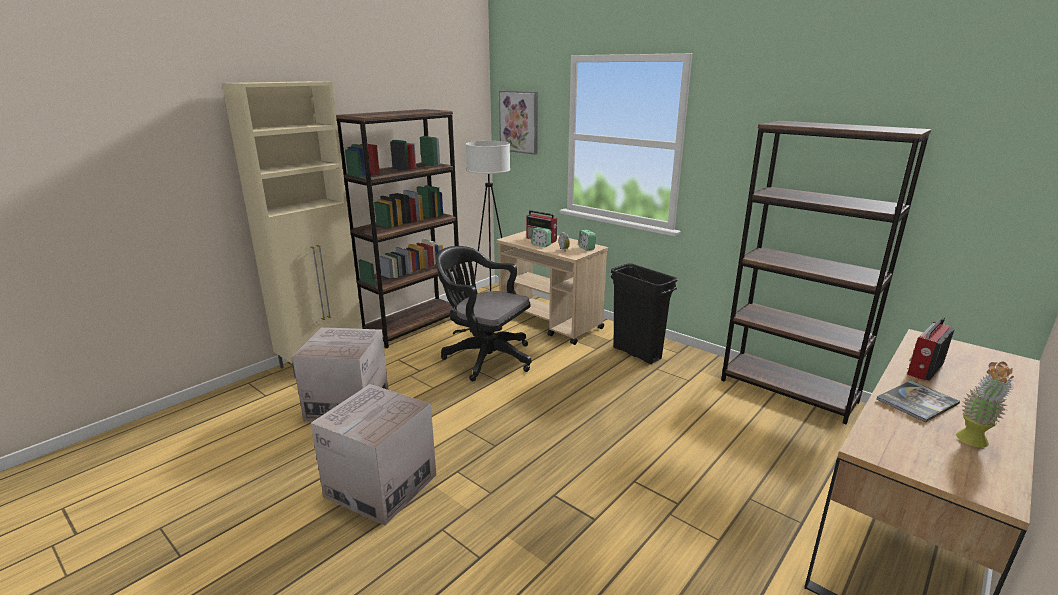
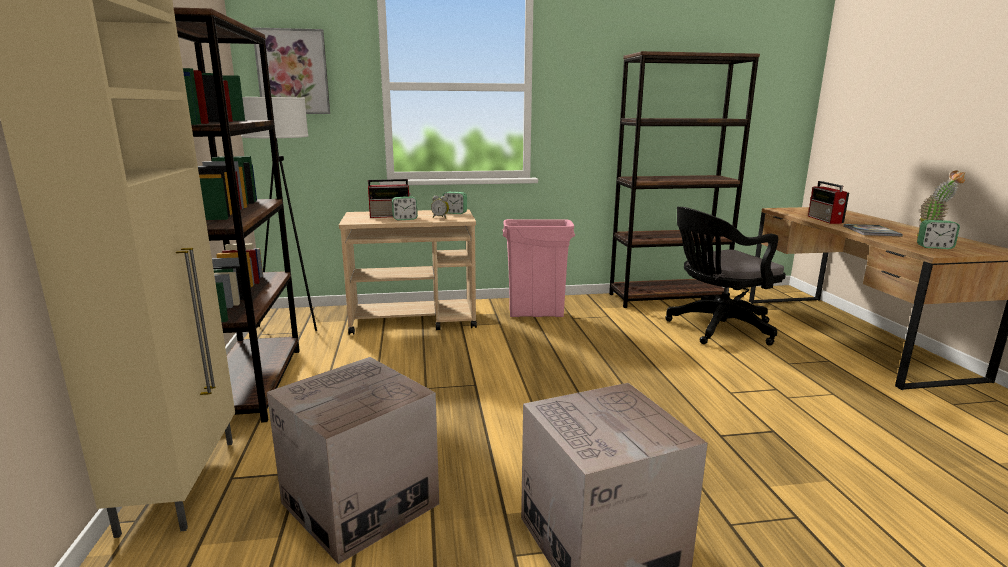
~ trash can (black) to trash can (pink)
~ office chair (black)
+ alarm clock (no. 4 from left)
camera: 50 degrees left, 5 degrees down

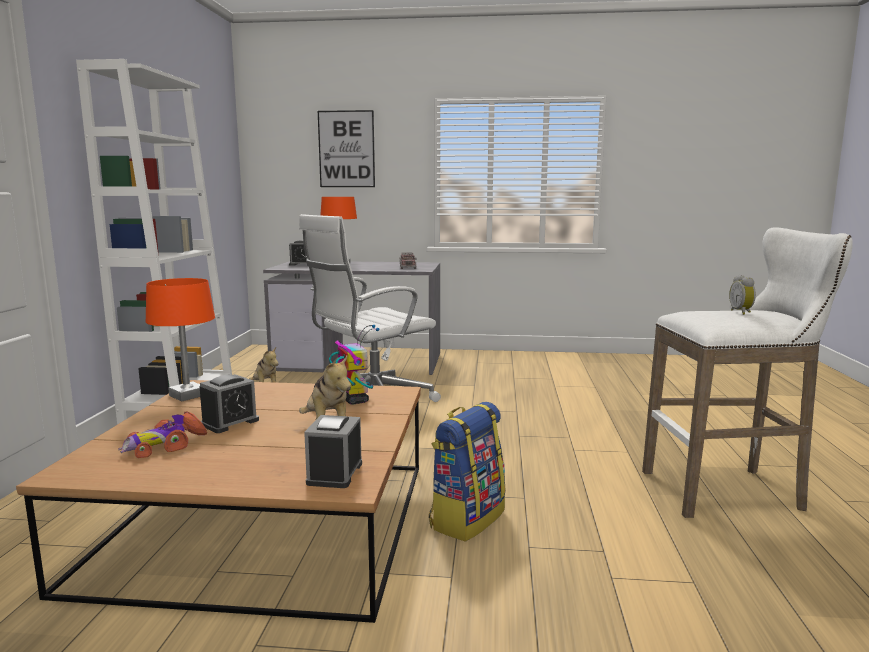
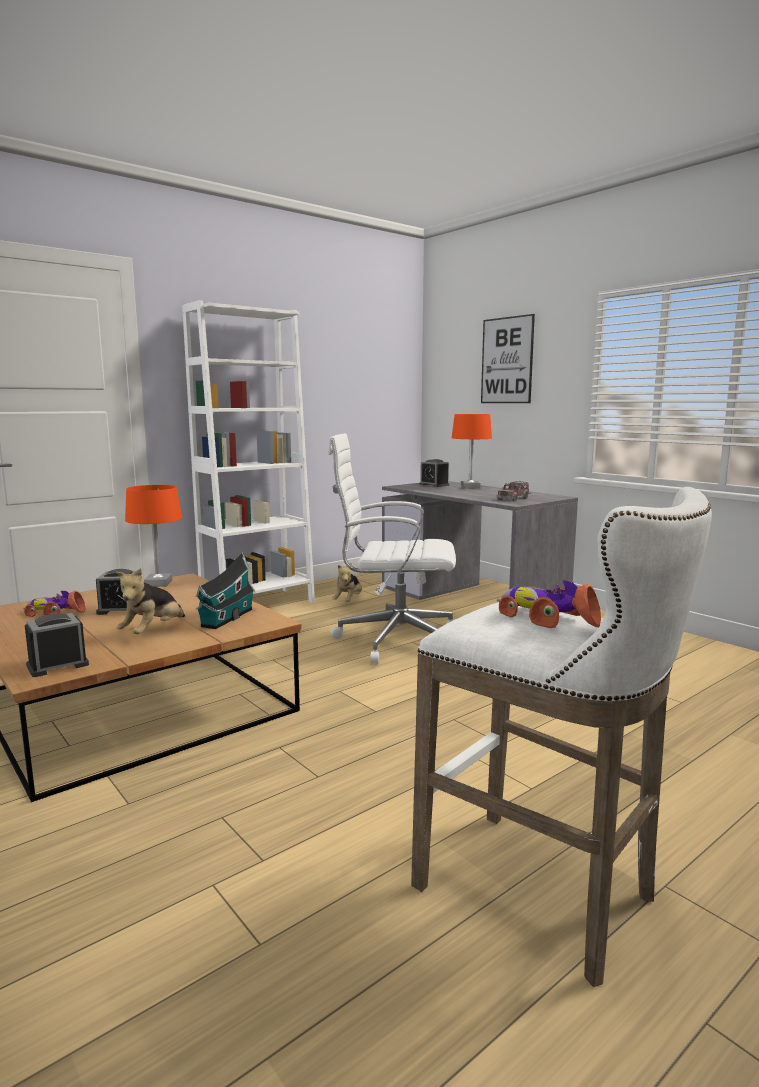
~ toy robot to toy house
~ alarm clock (no. 4 from left) to toy car (no. 2 from left)
- backpack
camera: 45 degrees right, 0 degrees up

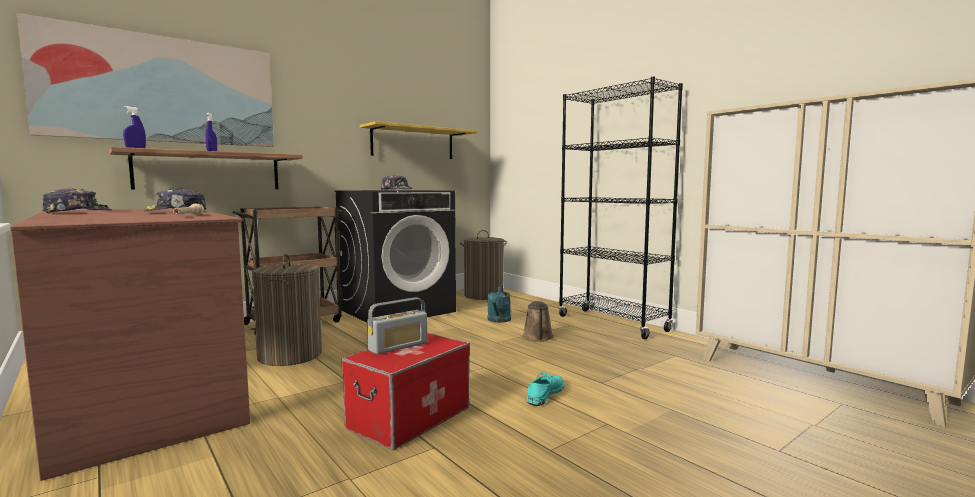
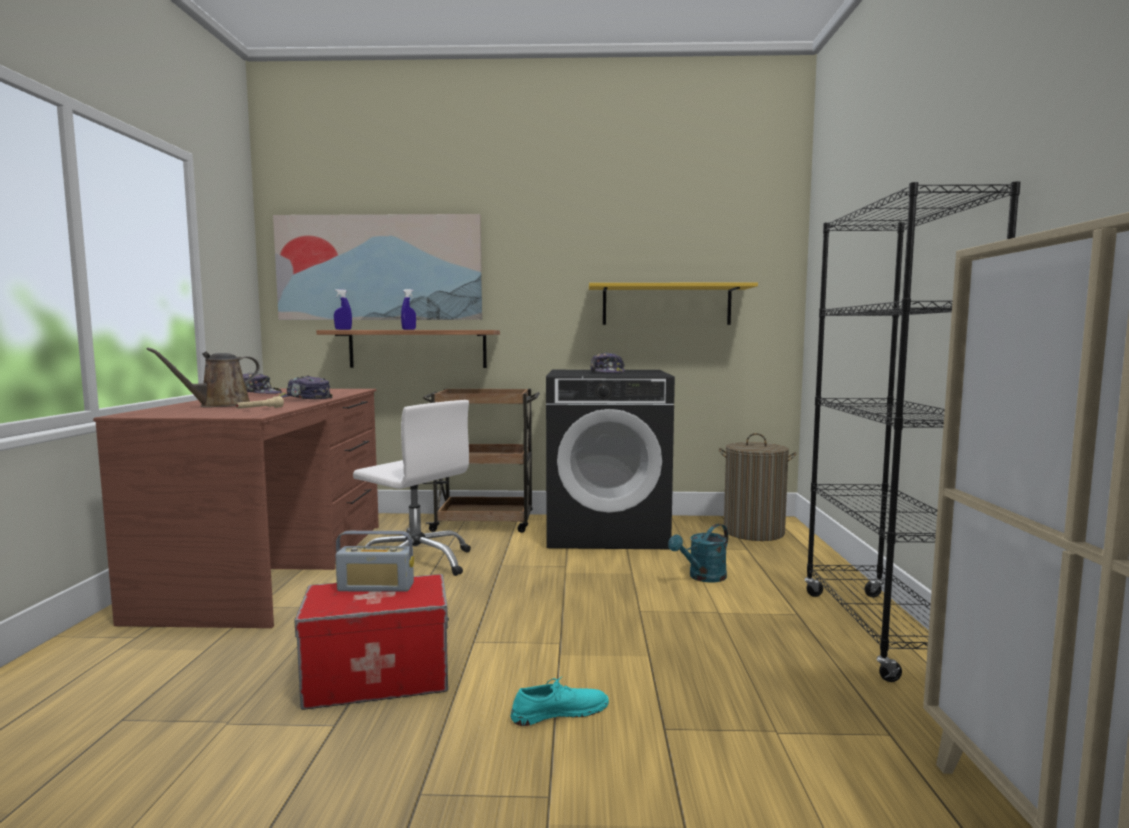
~ watering can (brown)
~ laundry basket (no. 1 from left) to office chair (white)
camera: 40 degrees right, 0 degrees up

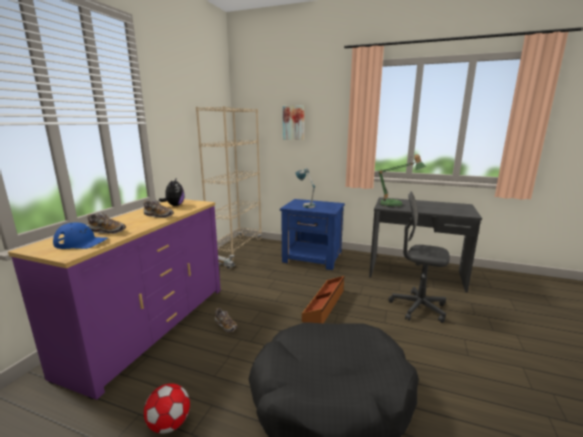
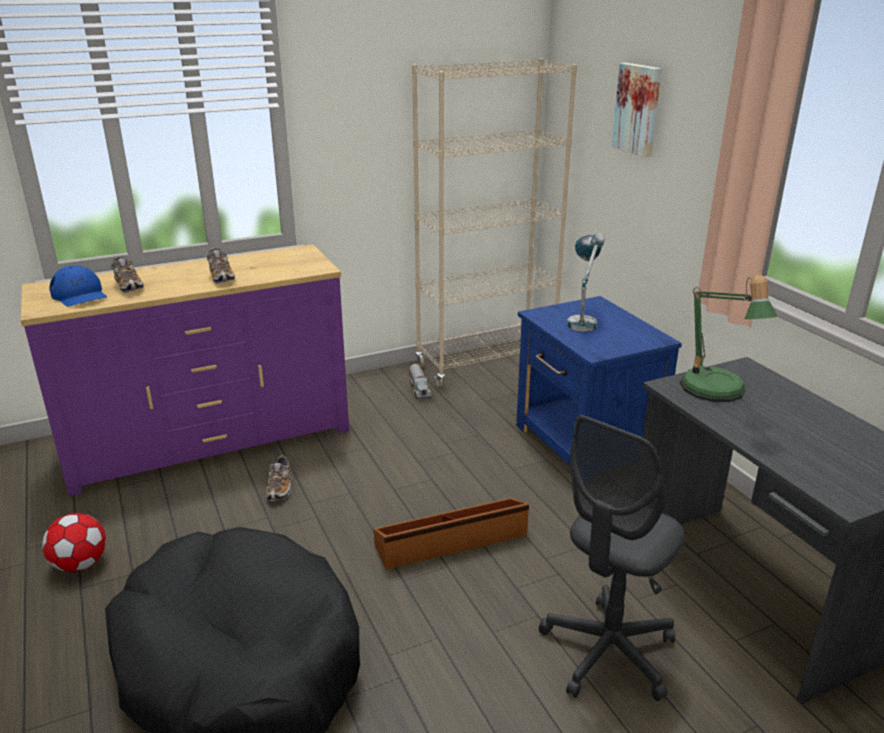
~ office chair (grey) 120 degrees counterclockwise
- plush toy
camera: 45 degrees right, 10 degrees up

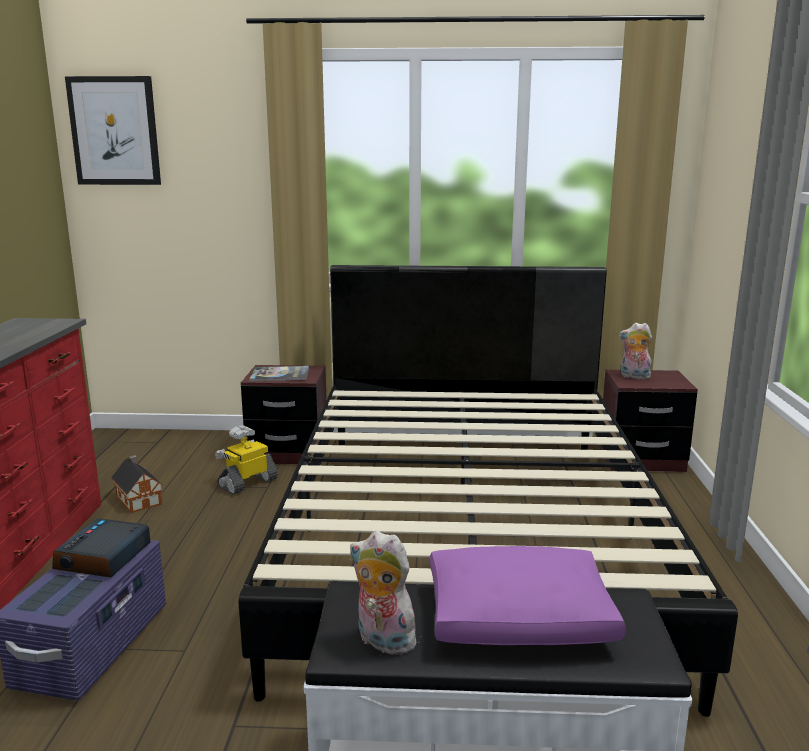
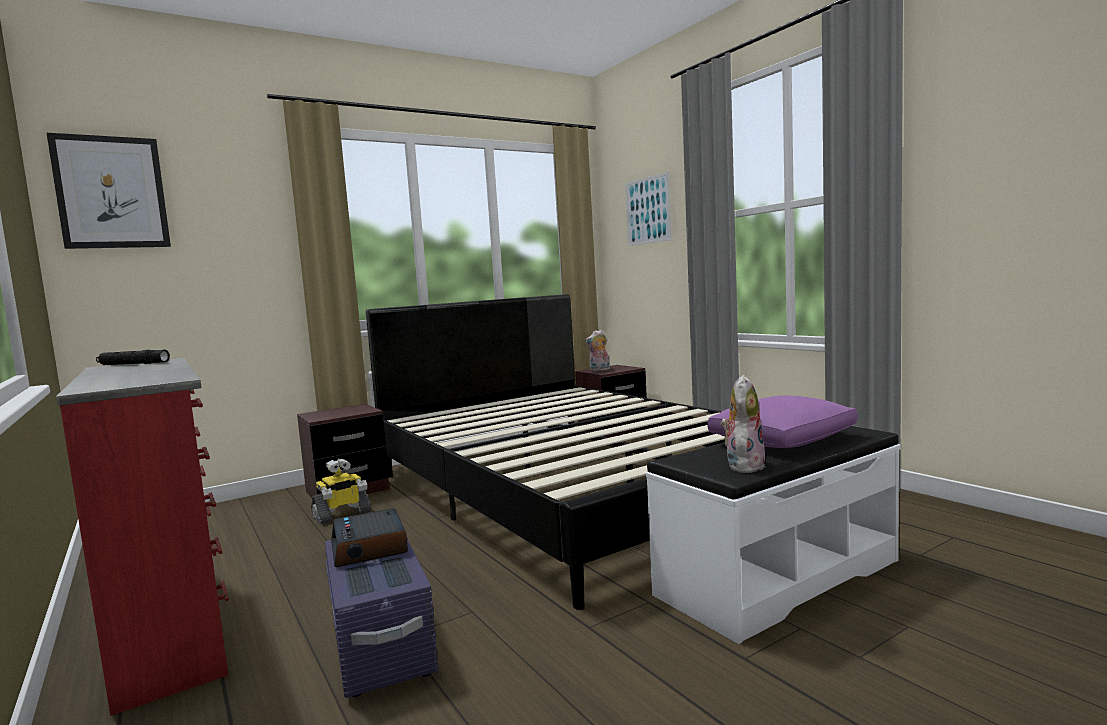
+ flashlight (black)
~ toy robot 135 degrees counterclockwise
+ picture (no. 2 from left)
~ plush toy (no. 1 from left in the first image) 120 degrees clockwise
- toy house
- book
camera: 35 degrees left, 10 degrees down

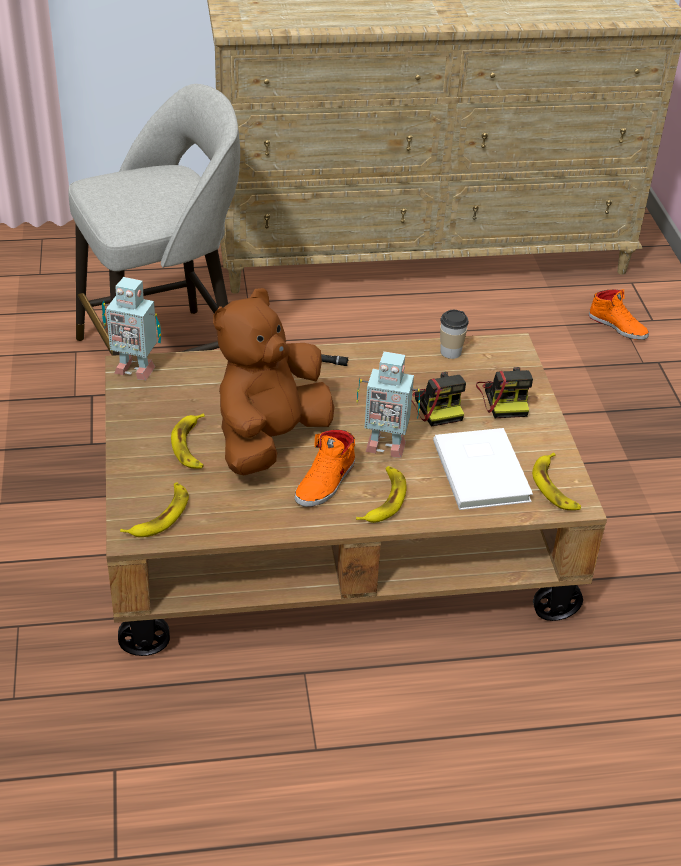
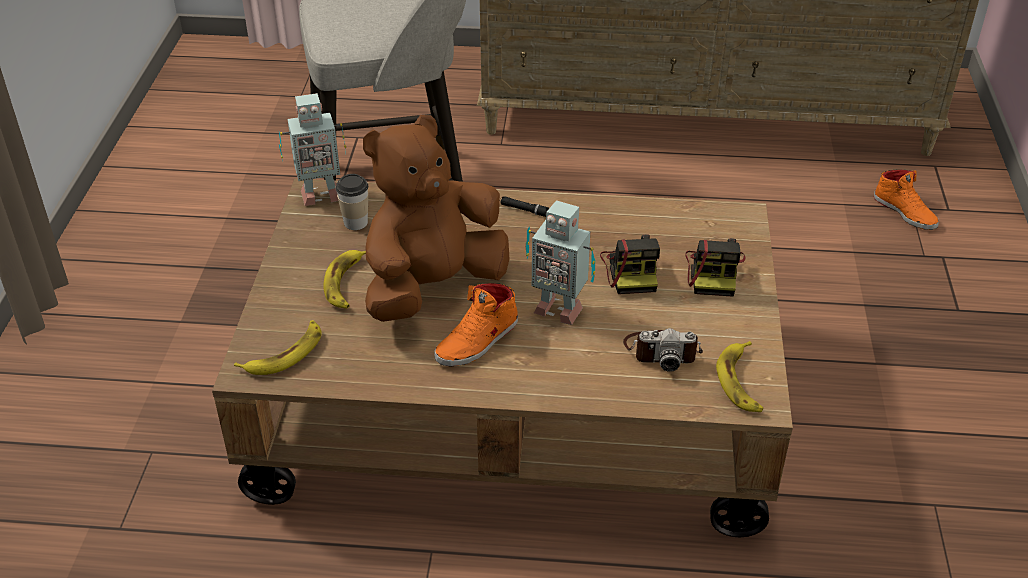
~ toy robot (no. 1 from left) 45 degrees counterclockwise
~ cup
~ book (white) to photo camera (no. 2 from left)
- banana (no. 3 from left)
camera: 15 degrees right, 0 degrees up

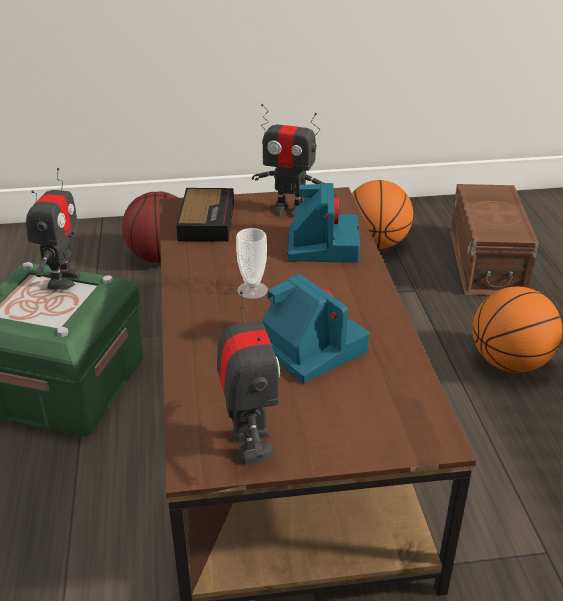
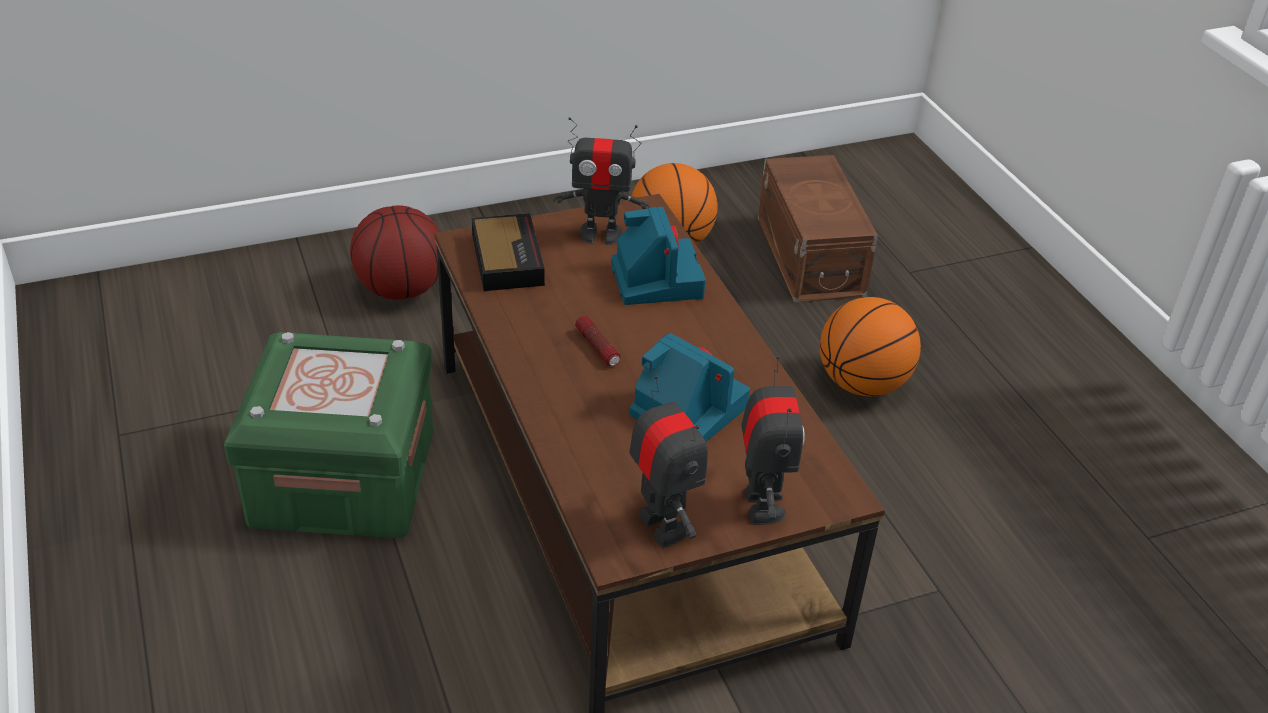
~ cup to flashlight
~ toy robot (no. 1 from left in the first image) to toy robot (no. 3 from left)
camera: 15 degrees left, 5 degrees up

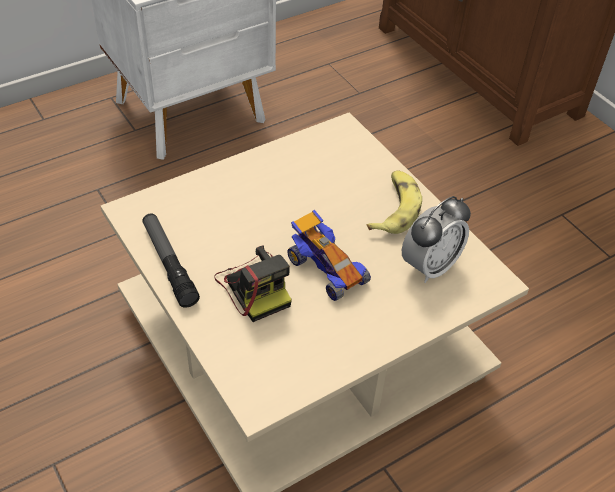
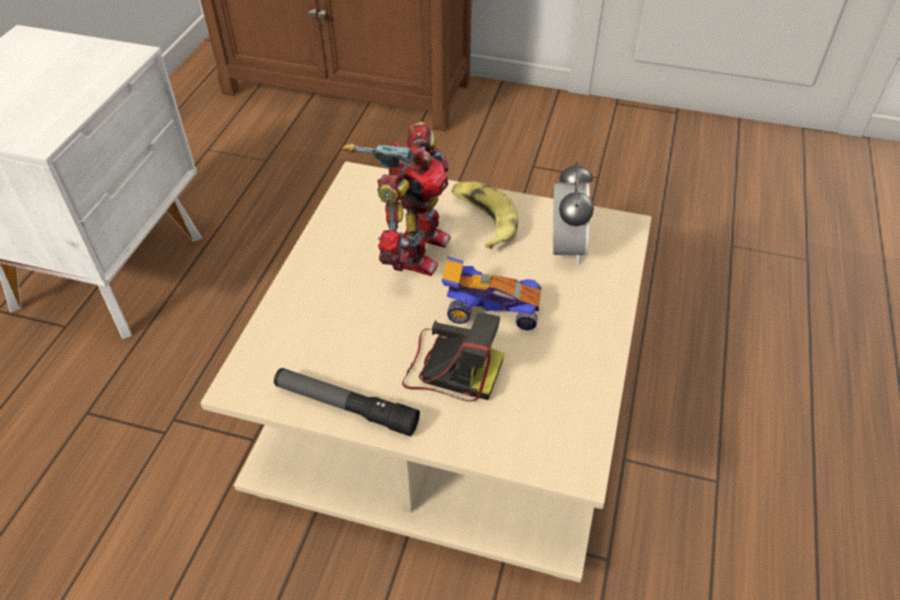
+ toy robot
camera: 40 degrees left, 0 degrees up

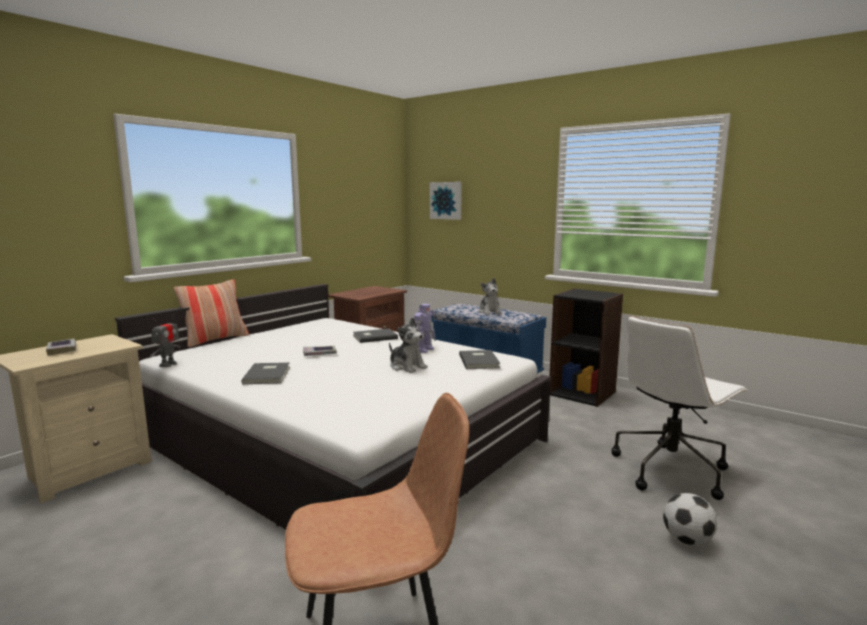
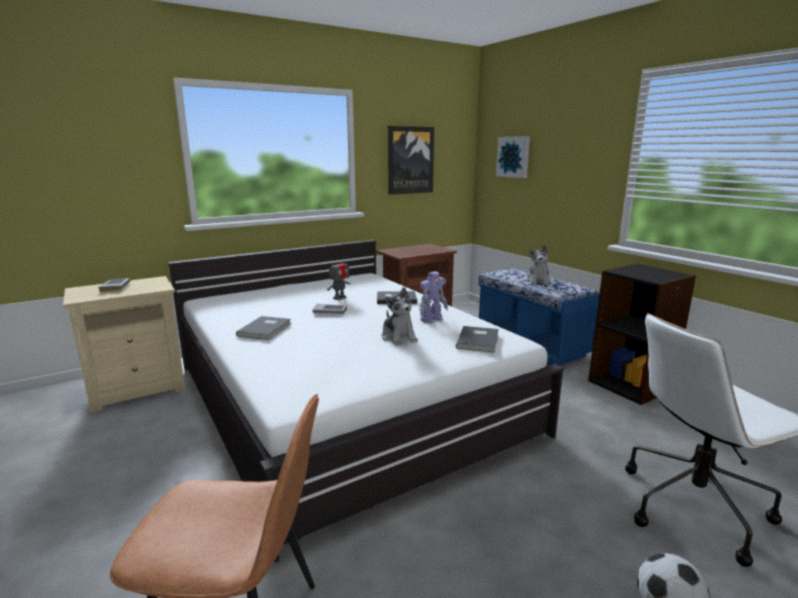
~ toy robot (no. 1 from left)
+ picture (no. 1 from left)
- pillow
camera: 20 degrees right, 5 degrees up

